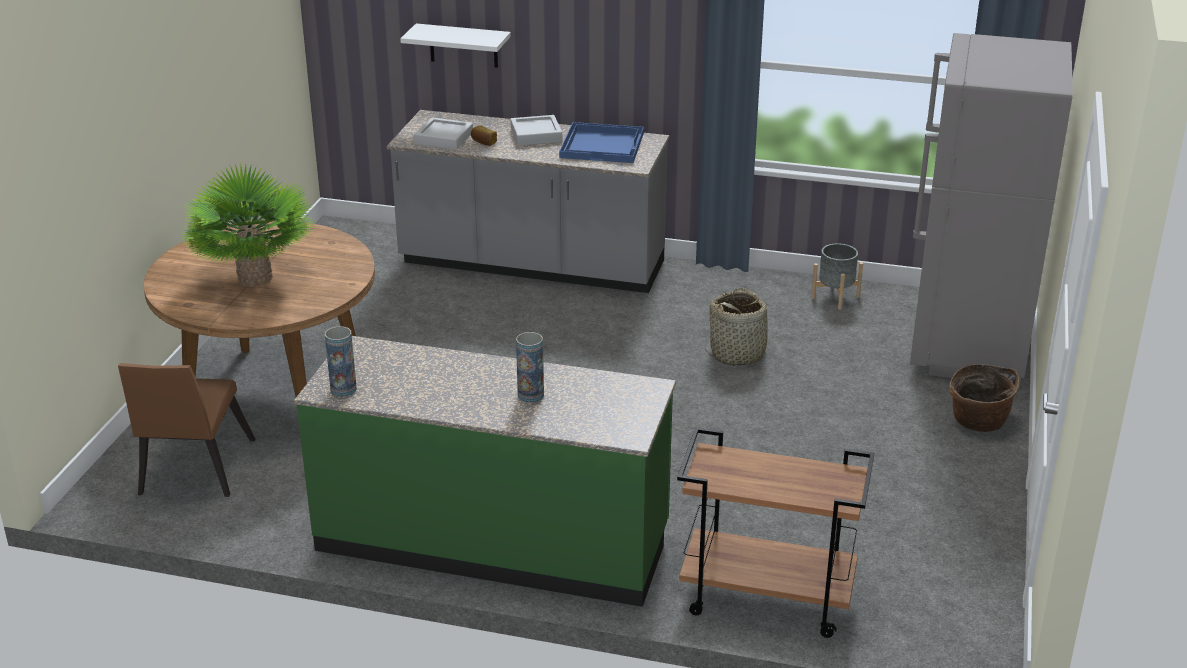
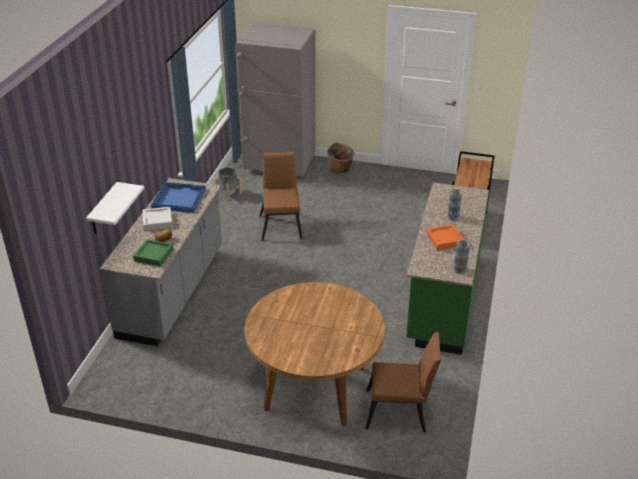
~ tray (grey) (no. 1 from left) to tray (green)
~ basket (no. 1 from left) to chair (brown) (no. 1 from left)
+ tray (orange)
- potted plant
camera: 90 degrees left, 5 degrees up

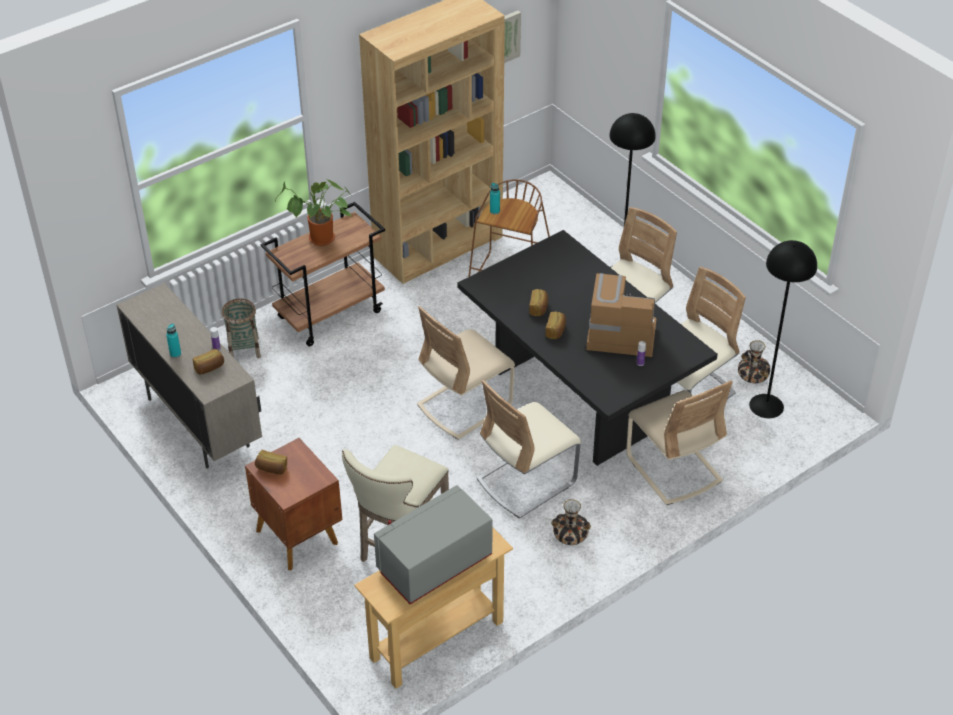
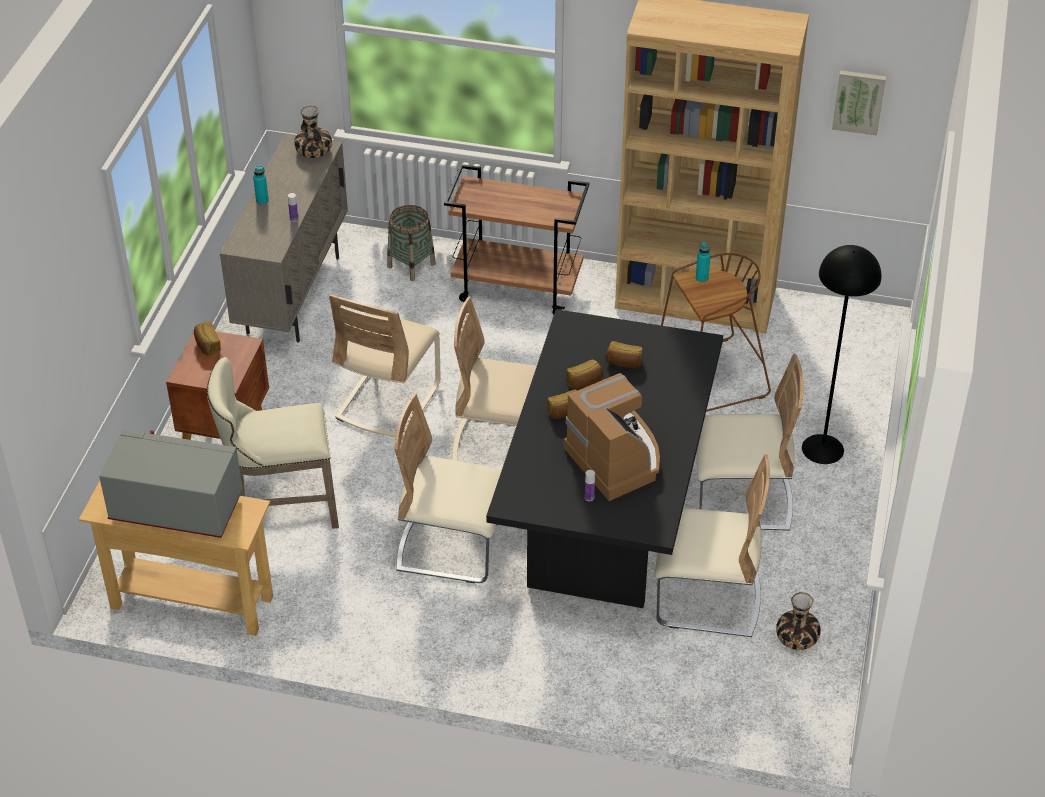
~ vase (no. 1 from left)
~ chair (beige) (no. 4 from left in the first image) to chair (beige) (no. 1 from left)
~ bread (no. 1 from left in the first image) to bread (no. 4 from left)
- potted plant
- floor lamp (black) (no. 2 from left)
camera: 50 degrees right, 0 degrees up

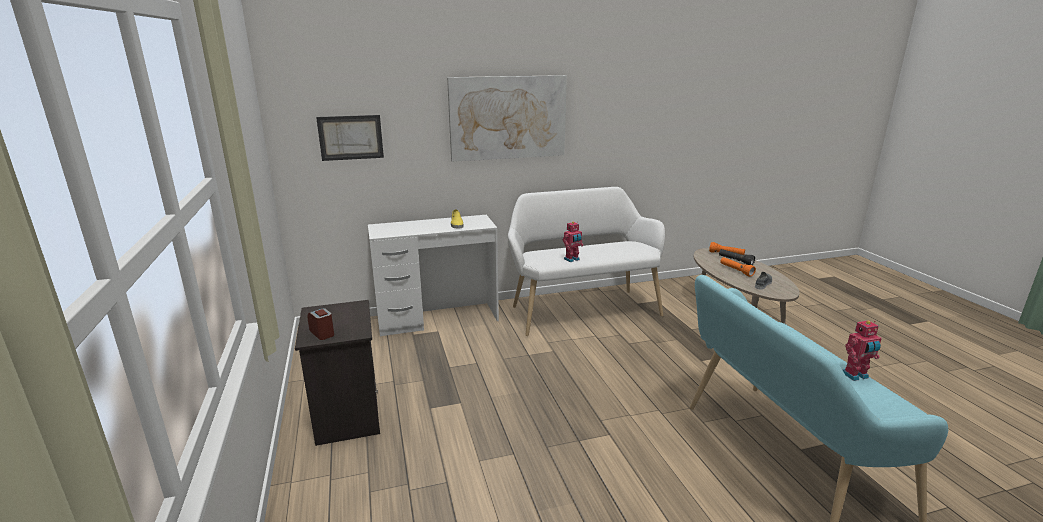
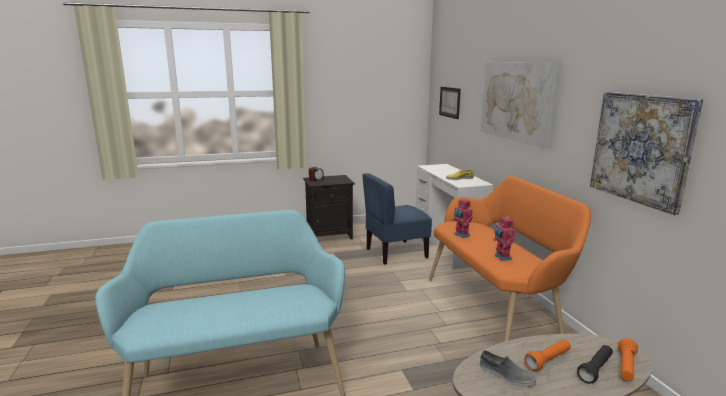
+ chair (blue)
~ bench (white) to bench (orange)
~ toy robot (no. 2 from left)
+ picture (no. 3 from left)
camera: 90 degrees right, 5 degrees down

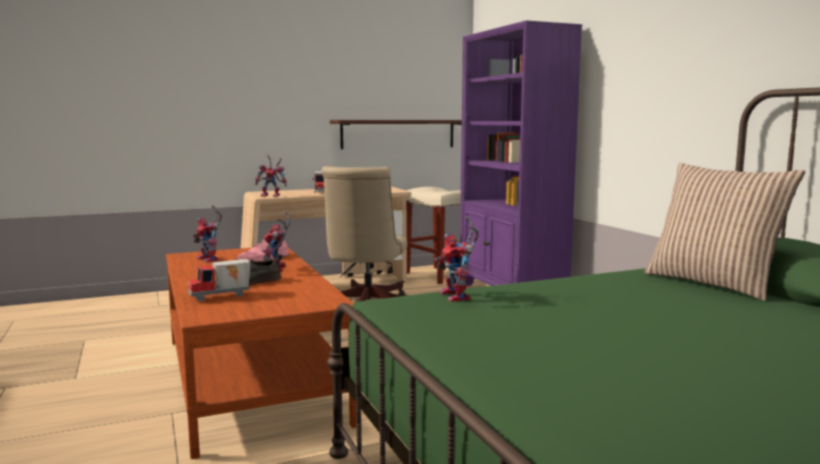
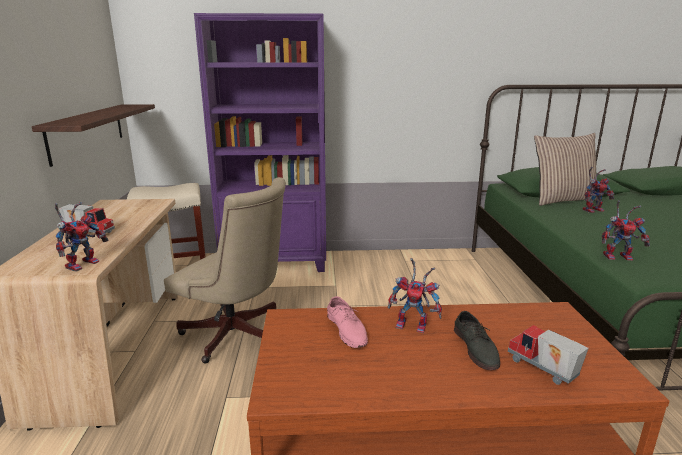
~ toy truck (no. 1 from left in the first image) 150 degrees clockwise
~ toy robot (no. 1 from left in the first image) to toy robot (no. 3 from left)
camera: 70 degrees left, 10 degrees up

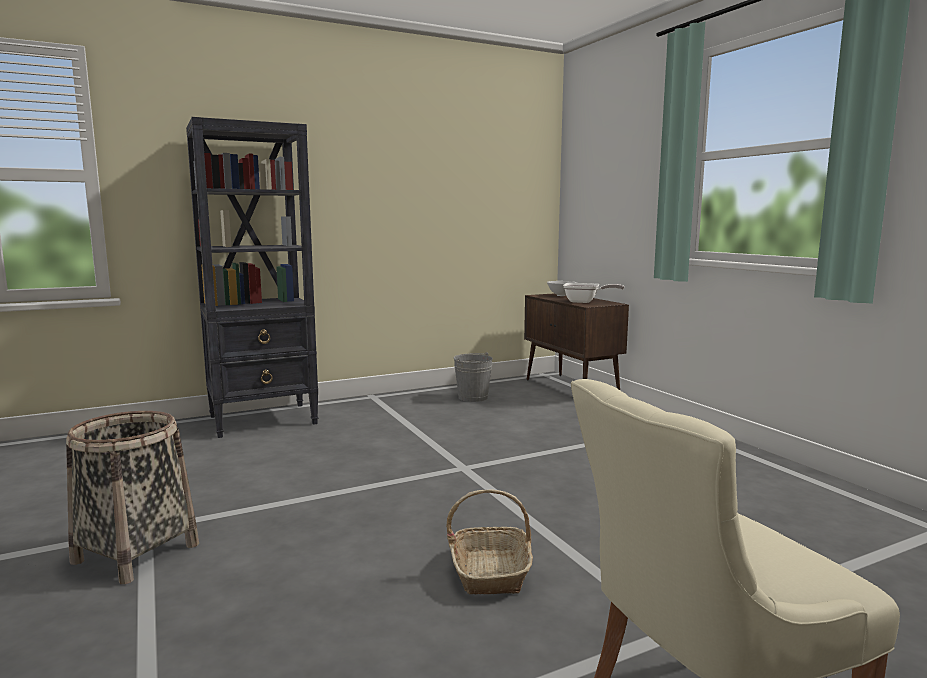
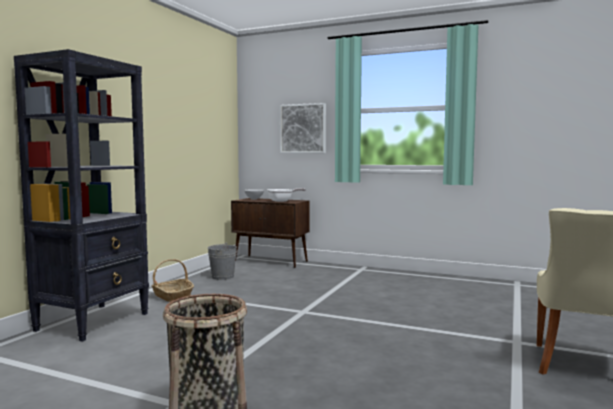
~ basket (no. 2 from left in the first image) to basket (no. 1 from left)
+ picture
camera: 40 degrees left, 5 degrees down

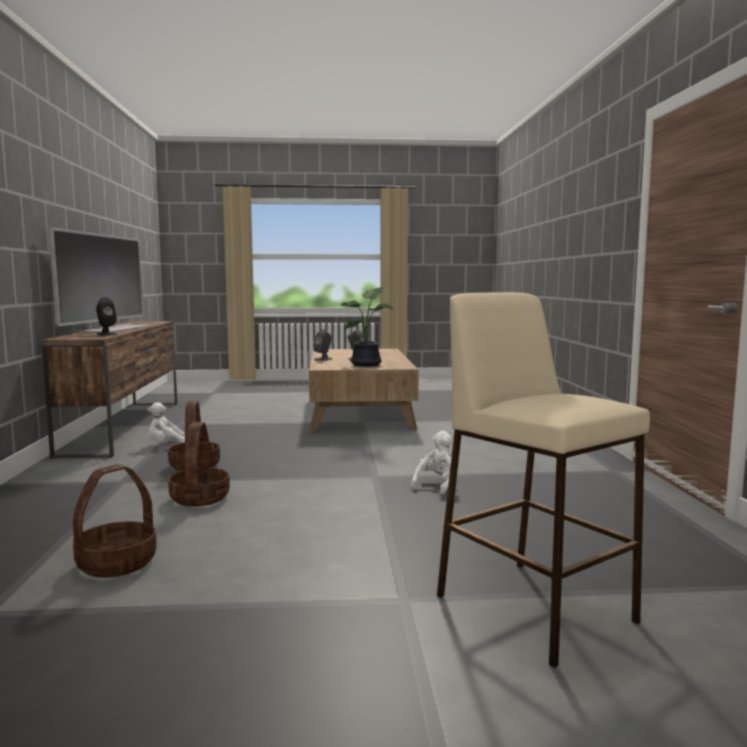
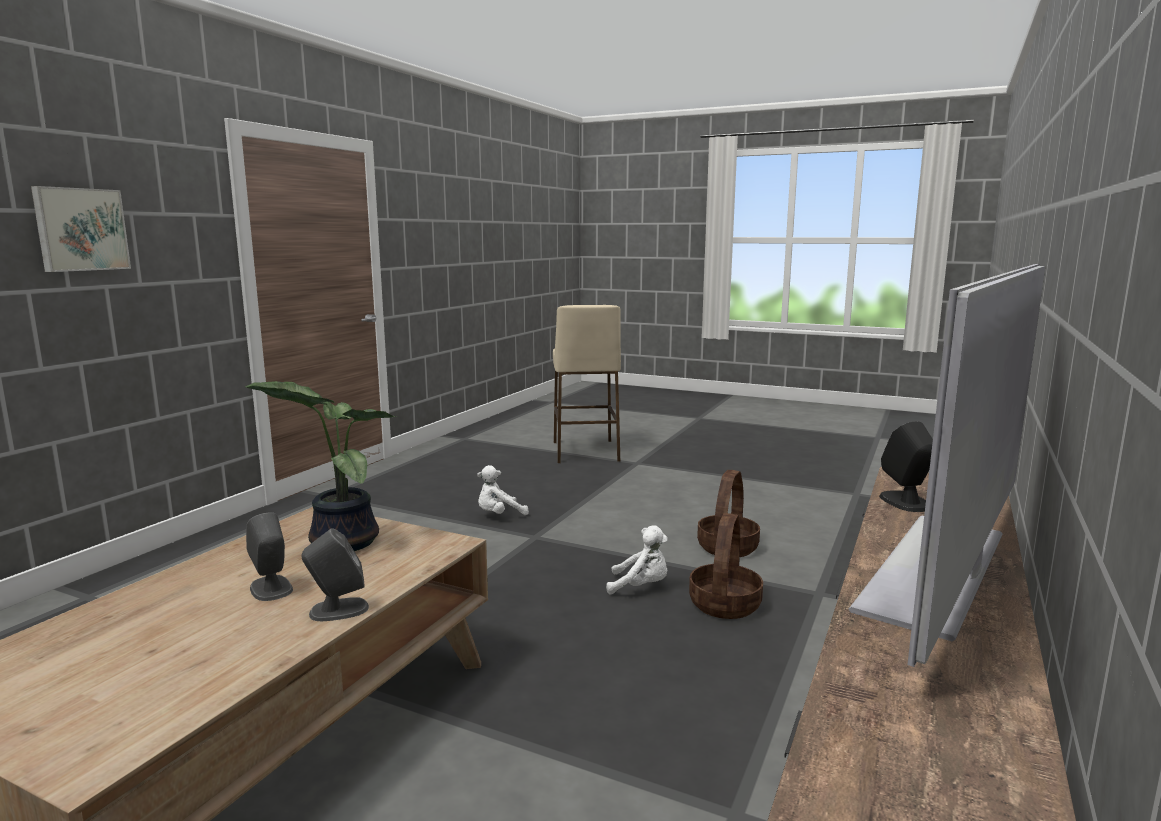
+ picture
~ plush toy (white) (no. 1 from left in the first image) to plush toy (white) (no. 2 from left)
- basket (no. 1 from left)
camera: 150 degrees left, 5 degrees up

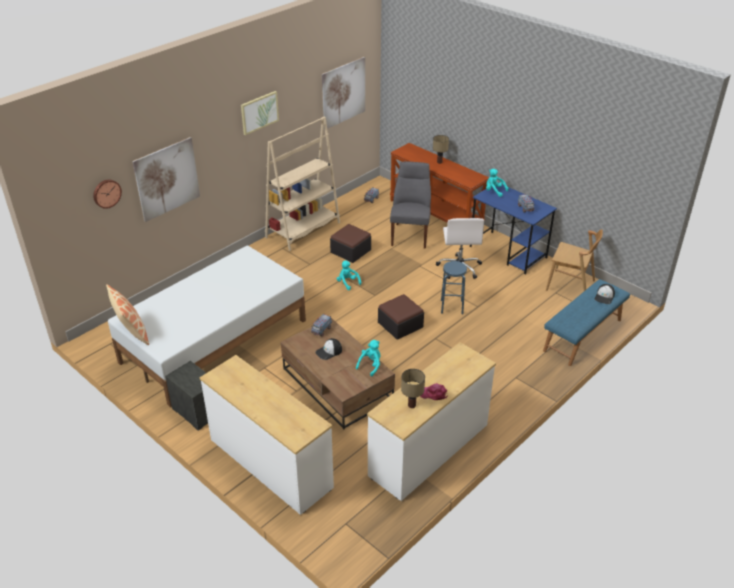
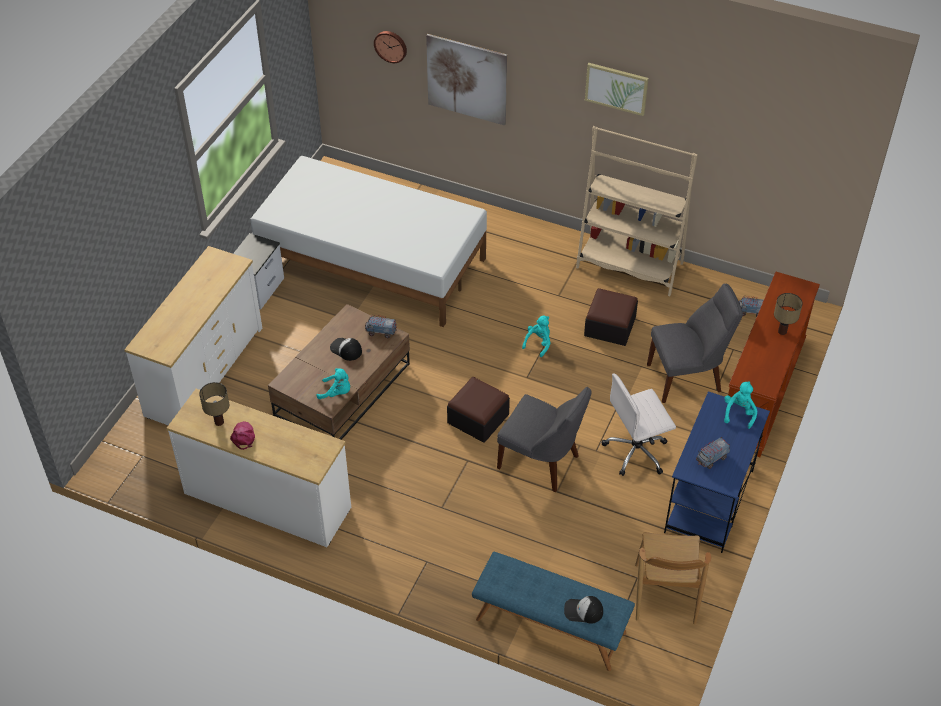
~ stool (blue) to chair (grey) (no. 1 from left)
- pillow
- picture (no. 3 from left)
camera: 70 degrees right, 10 degrees up

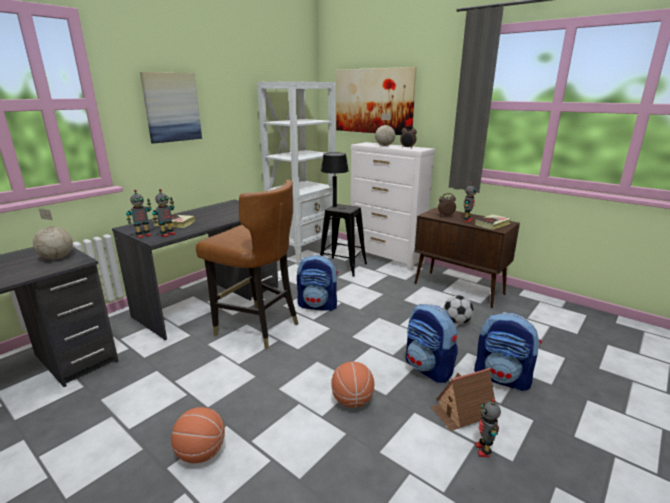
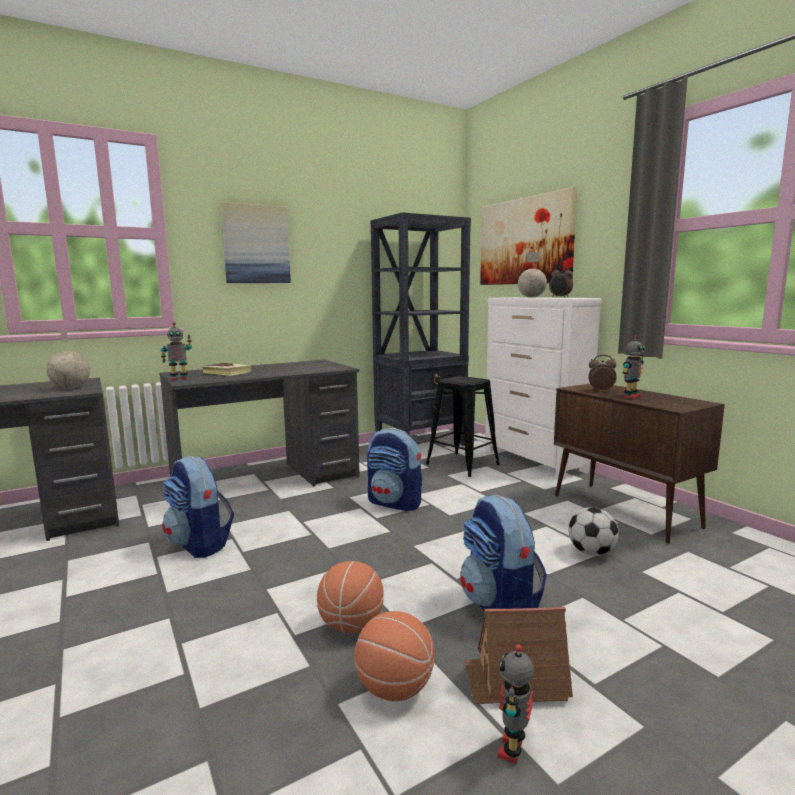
~ backpack (no. 3 from left in the first image) to backpack (no. 1 from left)
~ basketball (no. 1 from left in the first image) to basketball (no. 2 from left)
~ bookcase (white) to bookcase (black)
- toy robot (no. 2 from left)
- chair (brown)
- table lamp (black)
- book (no. 2 from left)
camera: 20 degrees right, 10 degrees down

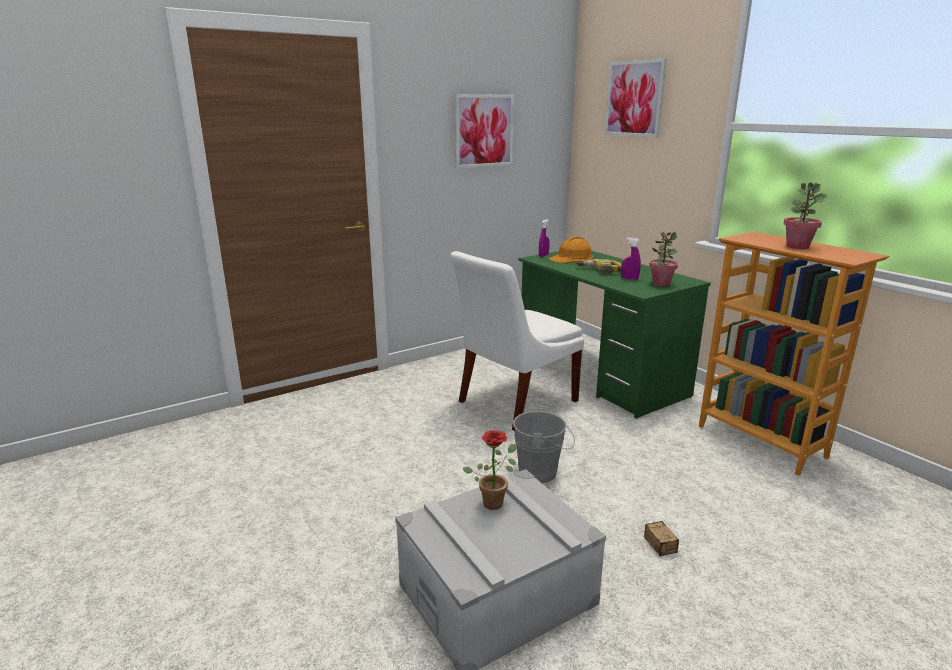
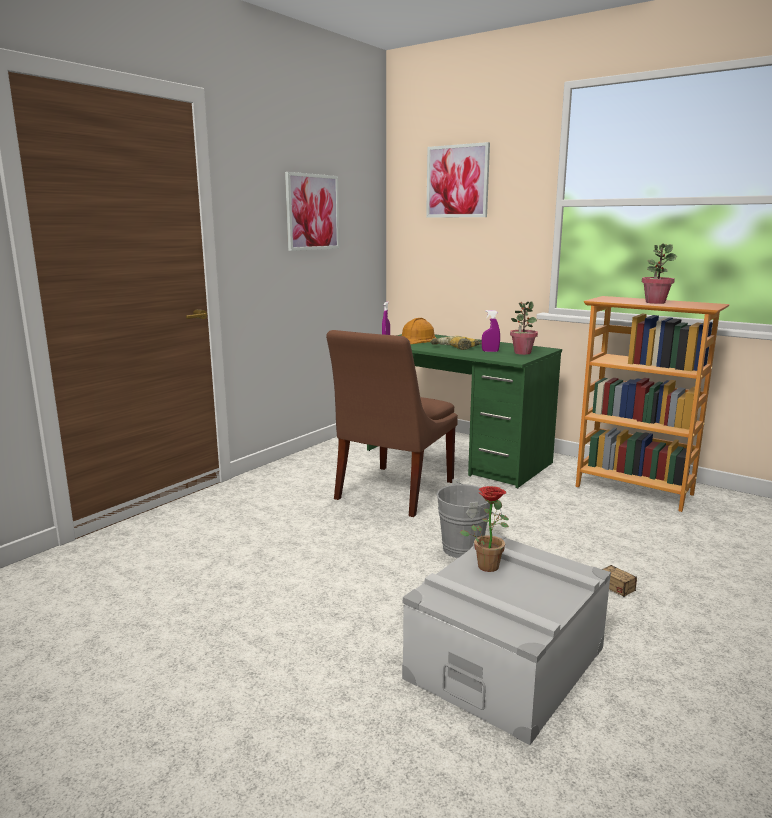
~ chair (white) to chair (brown)
camera: 20 degrees left, 5 degrees down

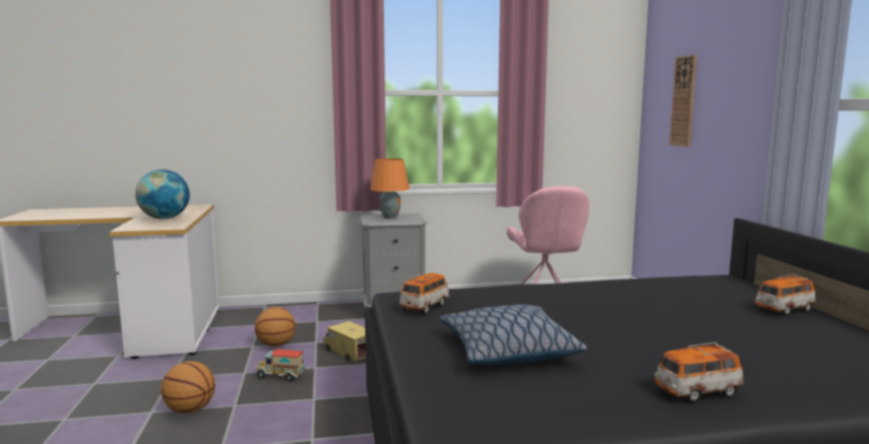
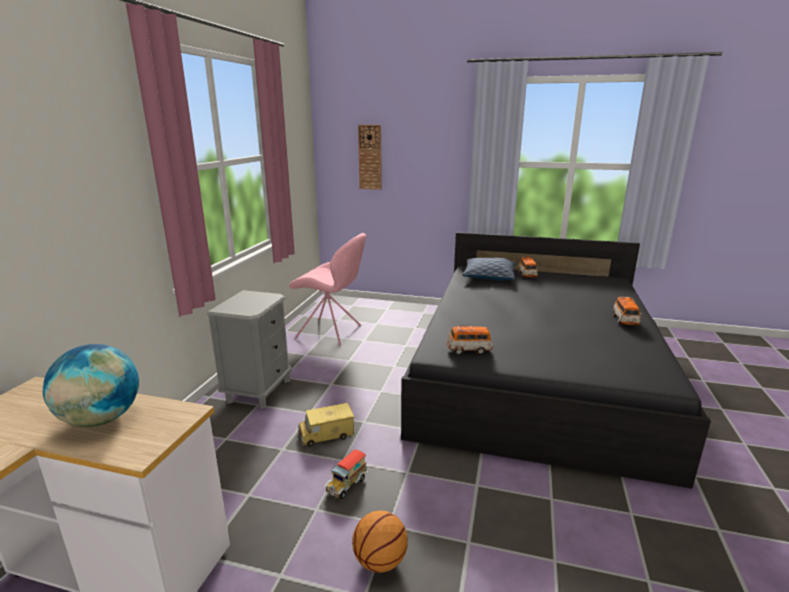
~ toy car (no. 1 from left) 120 degrees clockwise
~ pillow
- basketball (no. 2 from left)
- table lamp (orange)
camera: 65 degrees left, 10 degrees up

